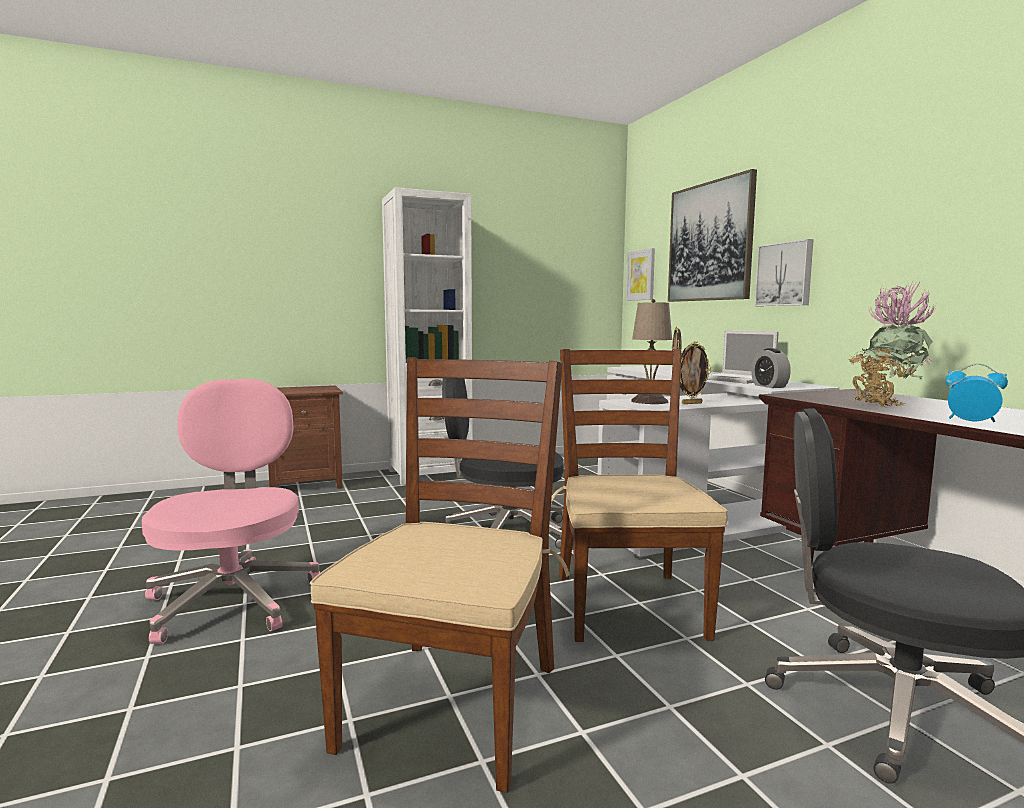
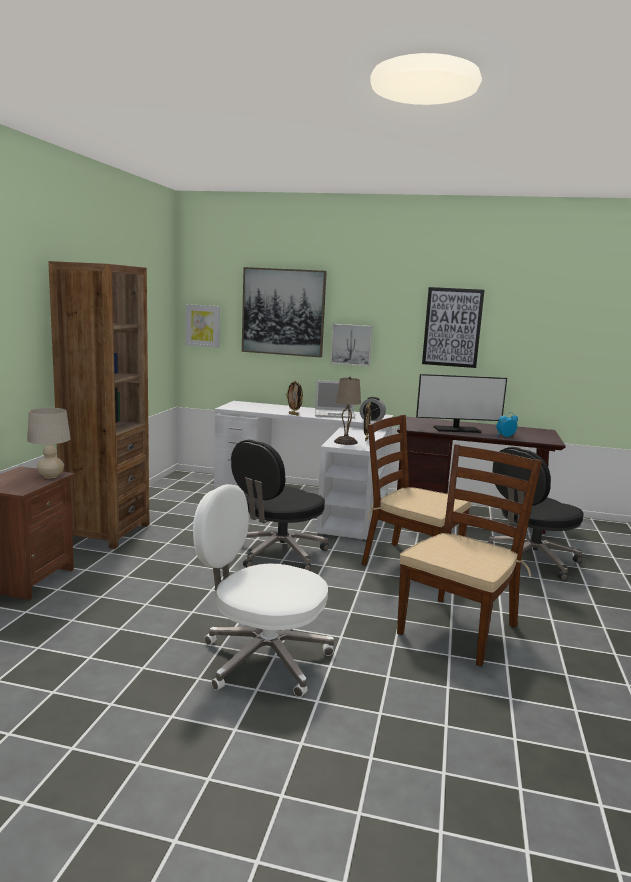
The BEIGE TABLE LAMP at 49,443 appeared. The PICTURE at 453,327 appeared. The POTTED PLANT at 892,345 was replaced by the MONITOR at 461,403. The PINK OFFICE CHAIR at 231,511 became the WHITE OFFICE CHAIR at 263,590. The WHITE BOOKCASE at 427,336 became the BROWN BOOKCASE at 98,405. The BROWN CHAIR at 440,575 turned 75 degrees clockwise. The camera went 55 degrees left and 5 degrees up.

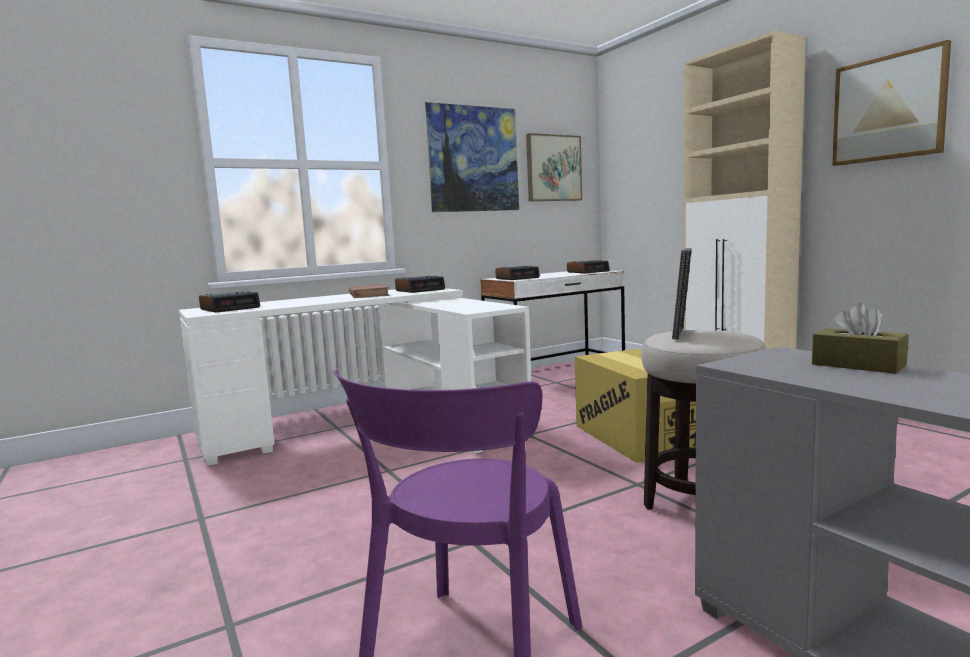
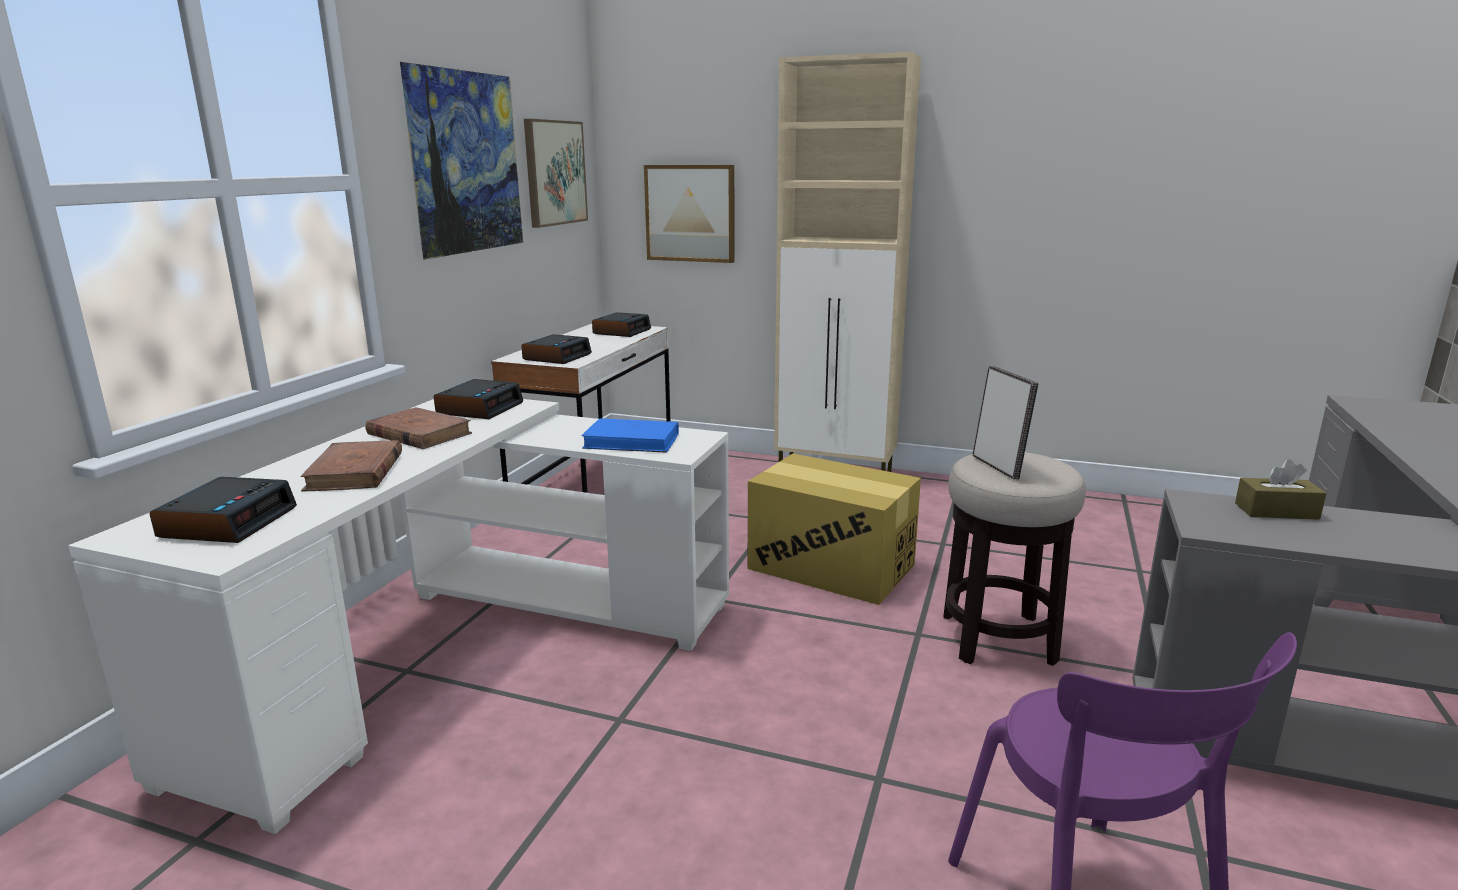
The BROWN BOOK at 351,465 appeared. The BLUE BOOK at 630,435 appeared. The PICTURE moved from 891,103 to 689,214. The camera went 40 degrees left and 10 degrees up.

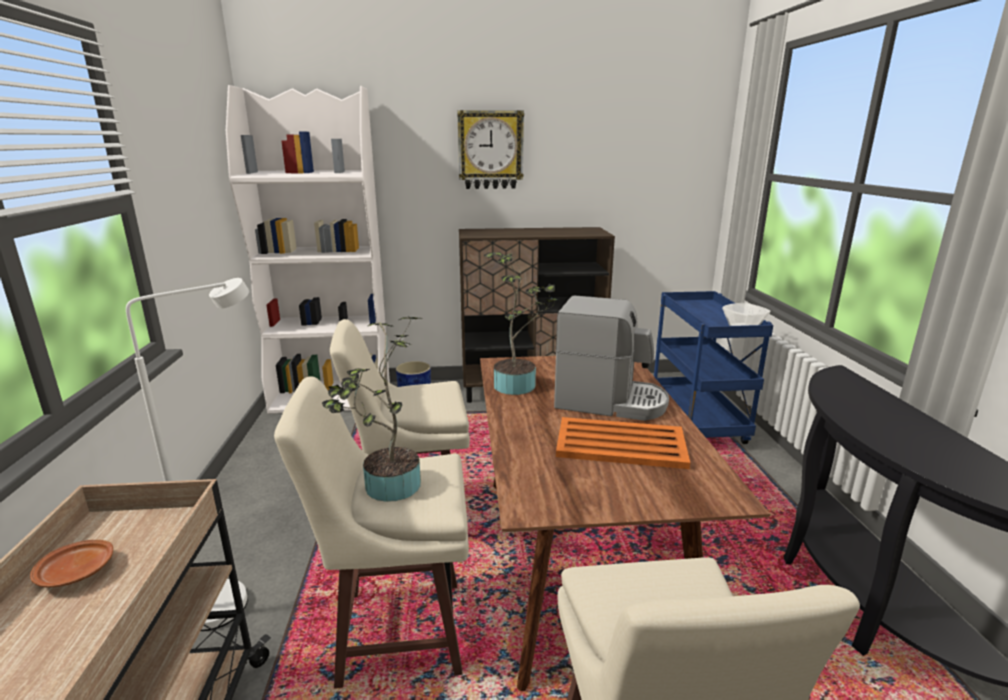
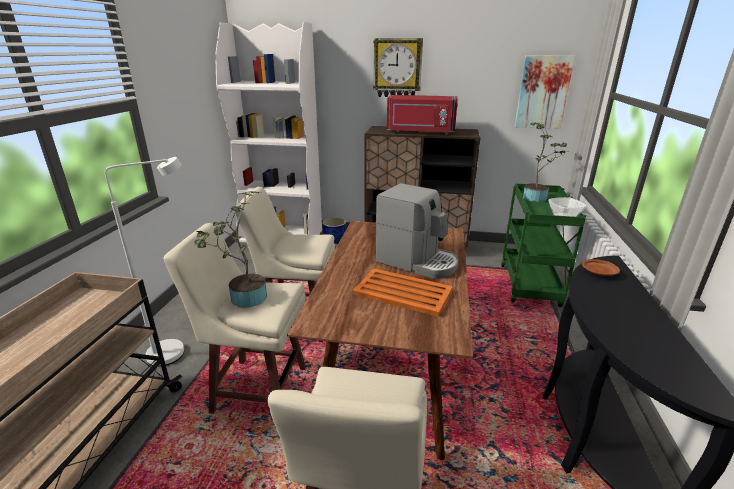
The RED MICROWAVE at 422,114 appeared. The PICTURE at 545,92 appeared. The BROWN PLATE moved from 71,563 to 601,267. The POTTED PLANT moved from 520,323 to 545,162. The BLUE CART at 713,367 became the GREEN CART at 543,245. The camera went 15 degrees right and 5 degrees up.

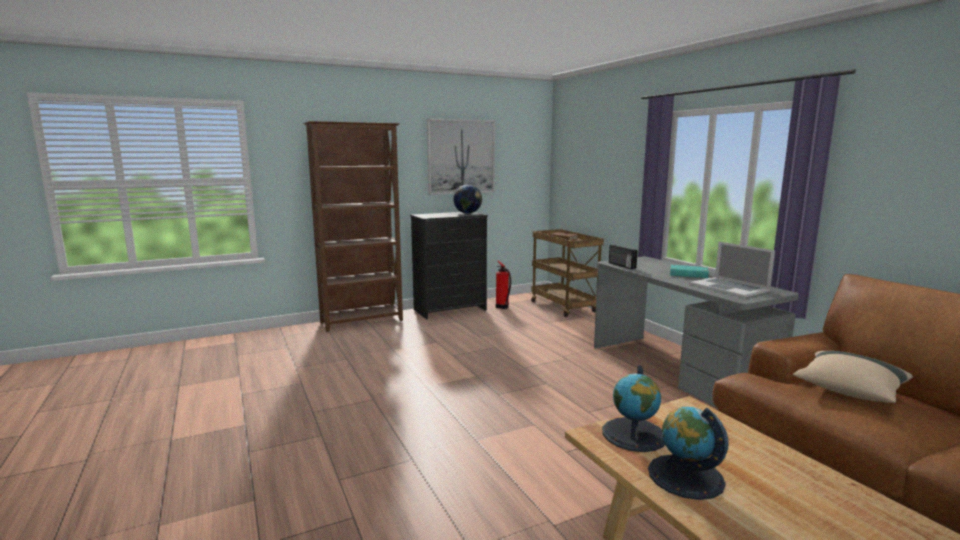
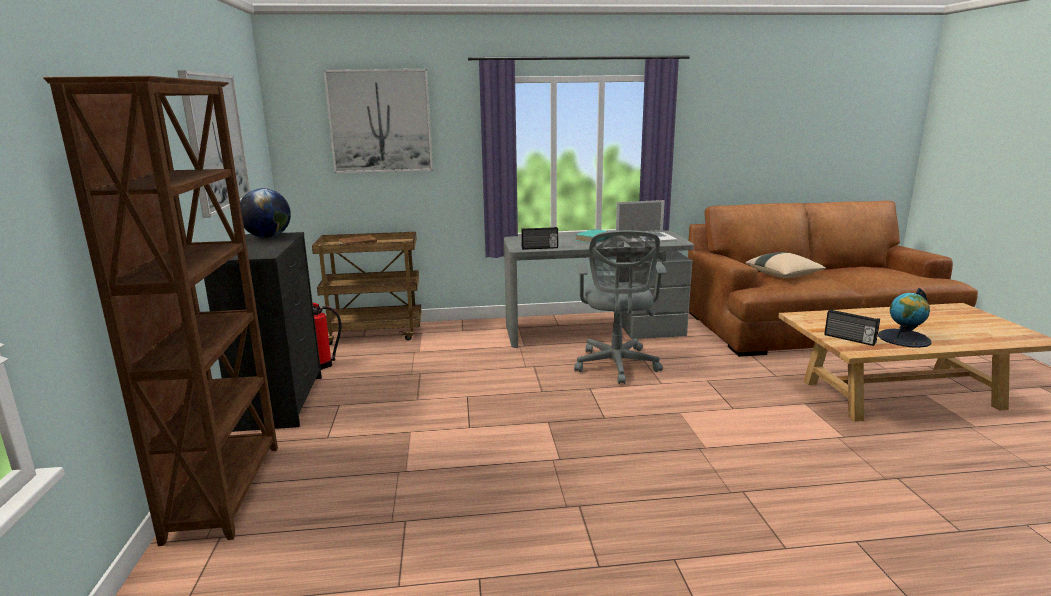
The PICTURE at 378,121 appeared. The GREY OFFICE CHAIR at 620,307 appeared. The GLOBE at 633,408 was replaced by the RADIO at 852,327. The camera went 70 degrees left and 5 degrees up.

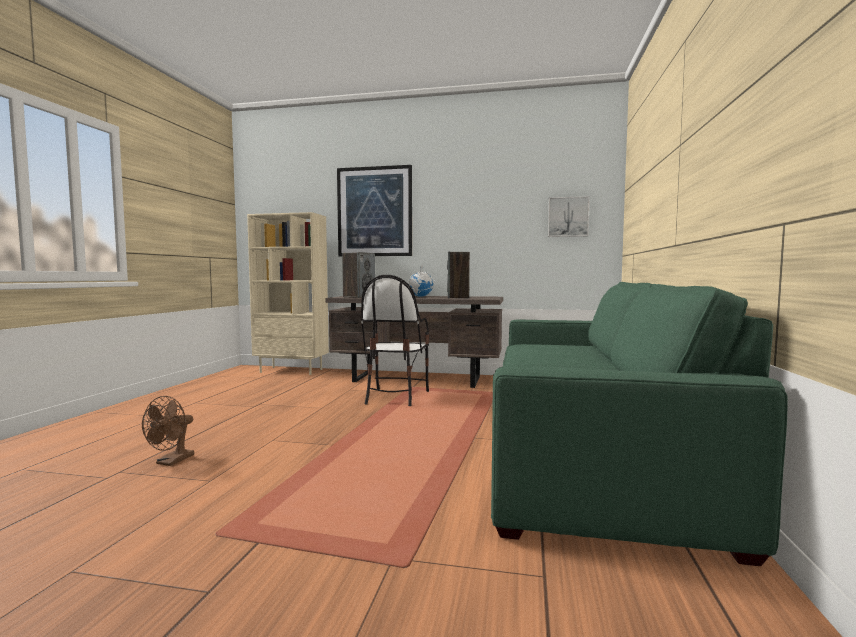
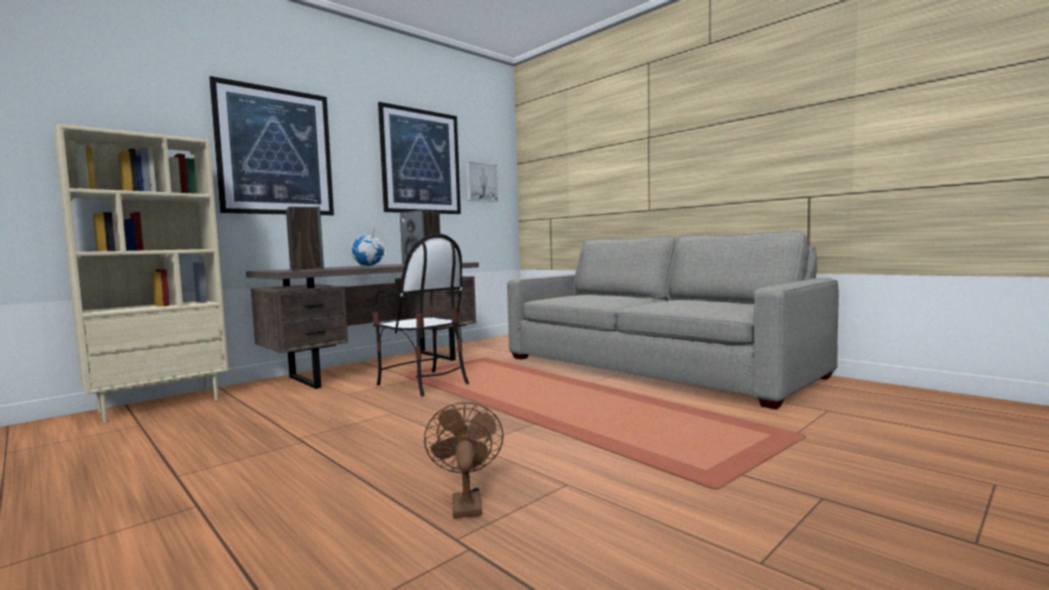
The PICTURE at 419,158 appeared. The GREEN SOFA at 639,424 became the GREY SOFA at 673,320. The BROWN FAN at 168,431 turned 150 degrees counterclockwise. The camera went 55 degrees left and 0 degrees up.

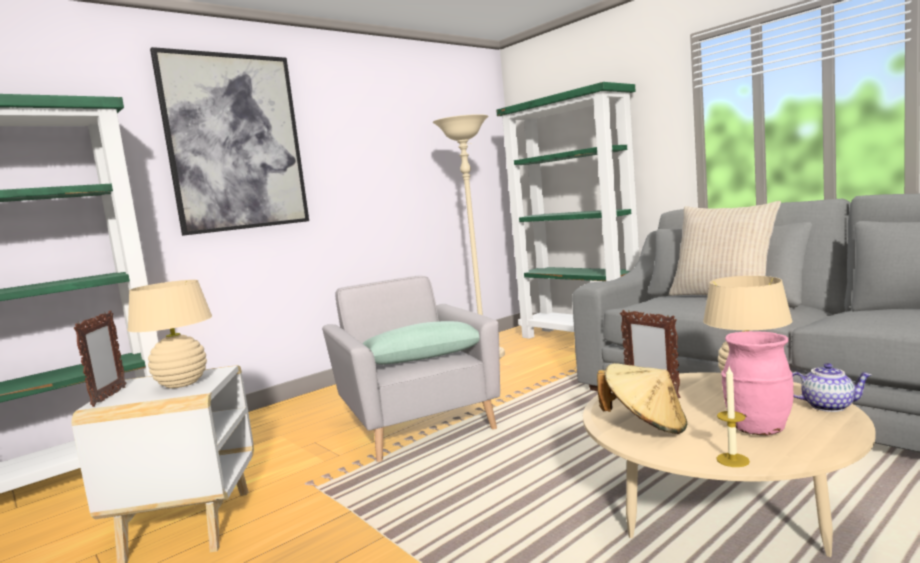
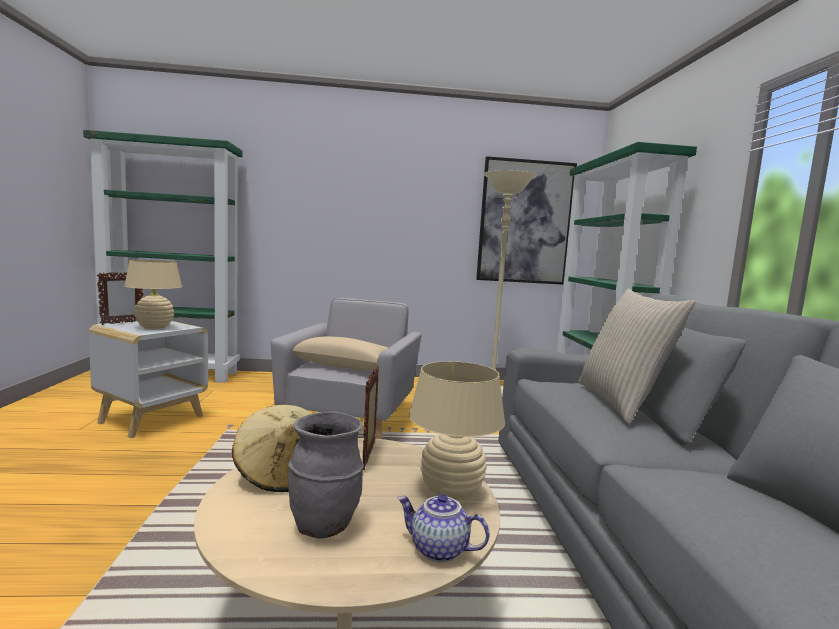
The CANDLE at 733,417 disappeared. The PICTURE moved from 229,141 to 526,220. The GREEN PILLOW at 421,342 became the BEIGE PILLOW at 340,353. The PINK VASE at 757,383 became the GREY VASE at 326,474. The TEAPOT at 832,387 turned 150 degrees clockwise. The camera went 35 degrees right and 0 degrees up.

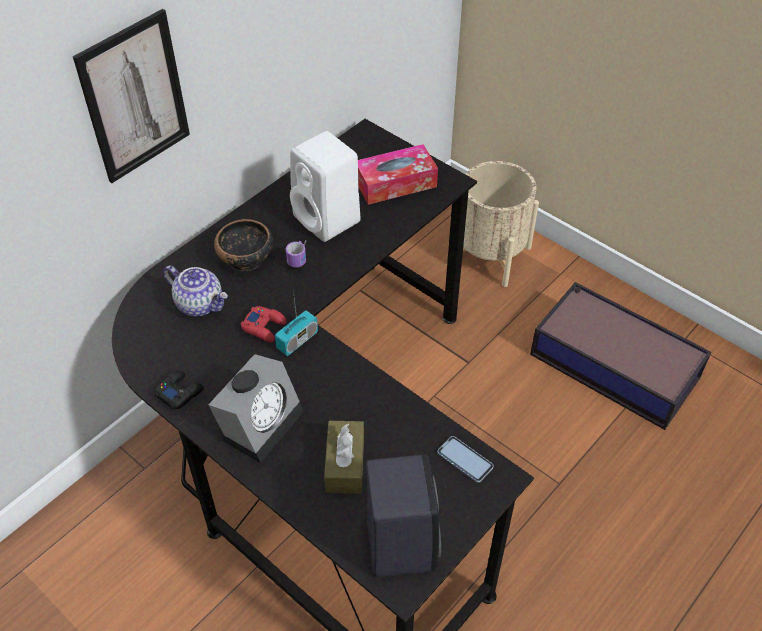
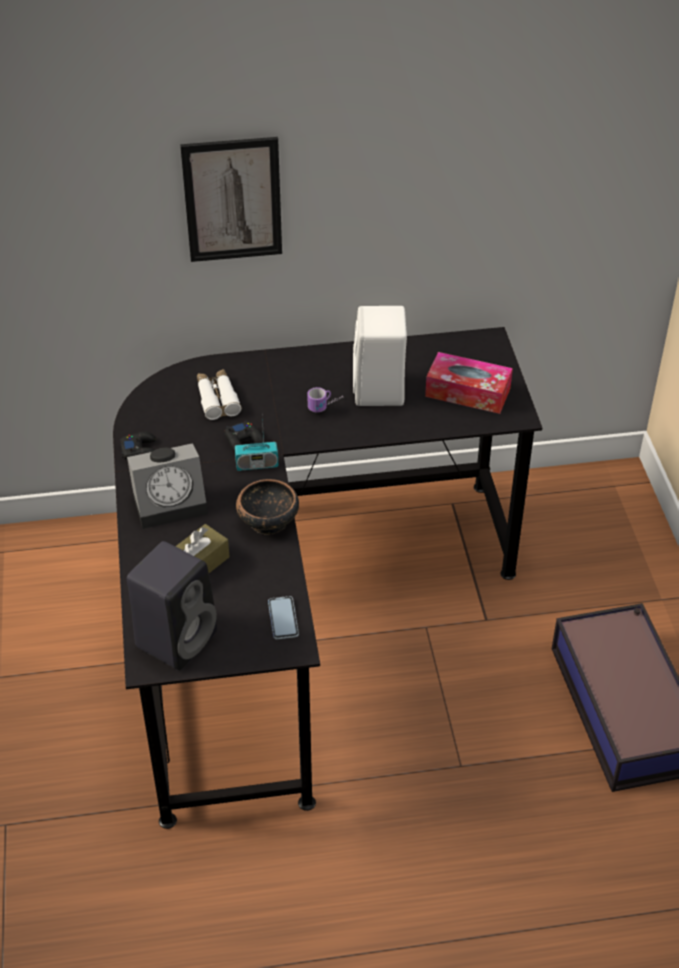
The BEIGE PLANTER at 501,224 disappeared. The BOWL moved from 243,245 to 267,507. The TEAPOT at 195,291 was replaced by the WHITE BINOCULARS at 219,394. The RED GAME CONTROLLER at 263,324 became the BLACK GAME CONTROLLER at 243,437. The camera went 40 degrees right and 5 degrees down.

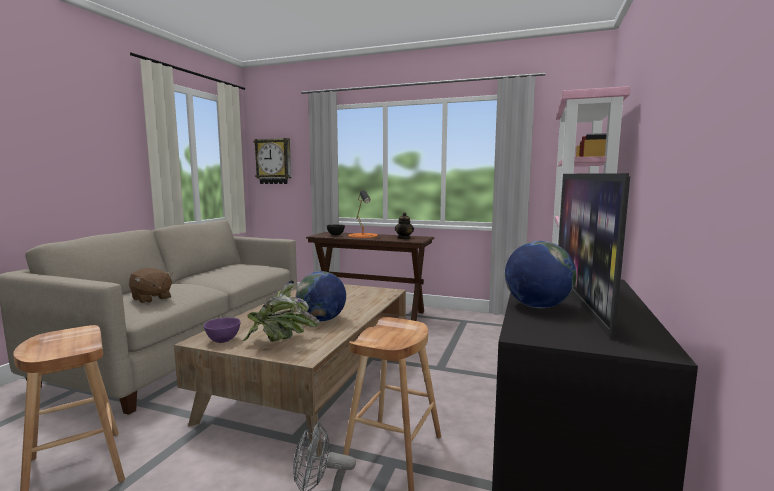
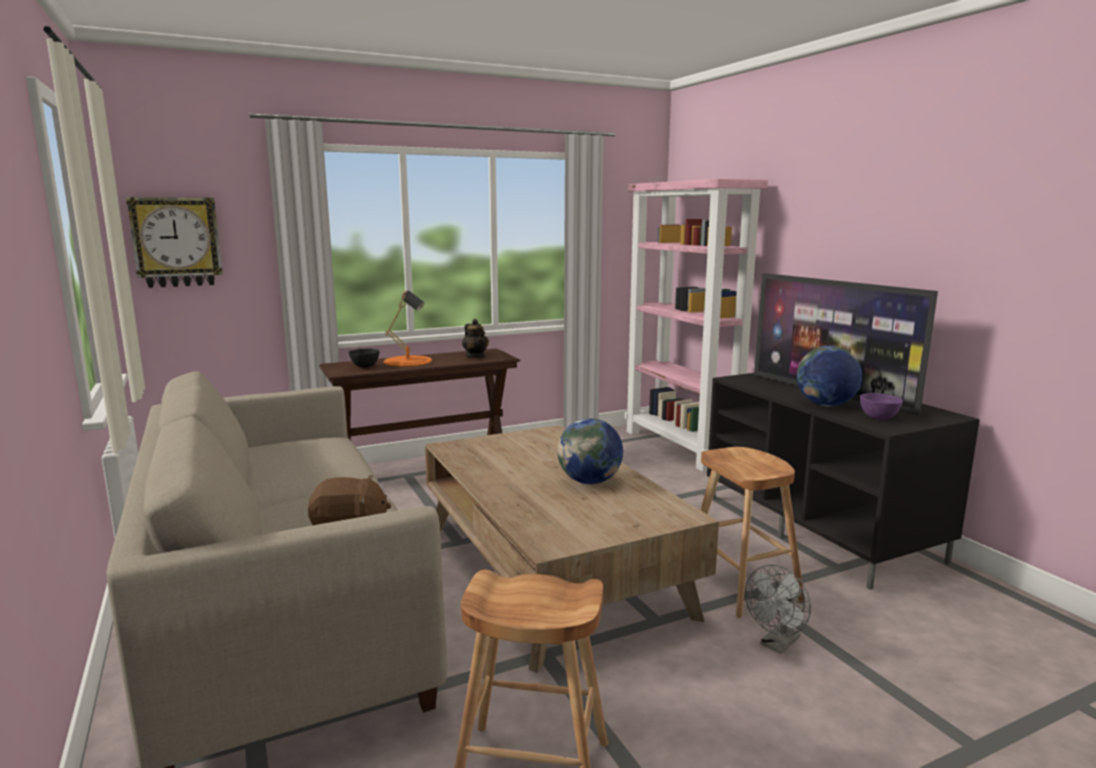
The POTTED PLANT at 281,311 disappeared. The PURPLE BOWL moved from 222,330 to 881,406. The camera went 45 degrees left and 5 degrees up.

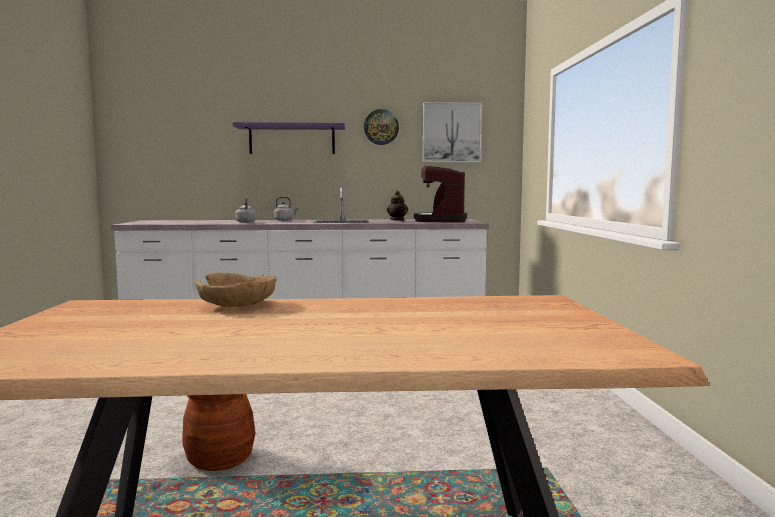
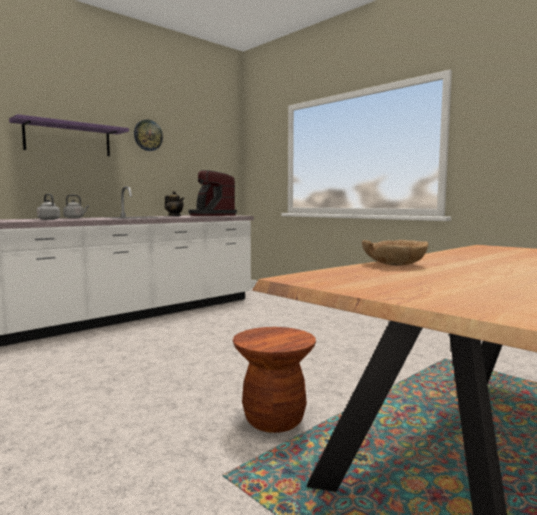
The PICTURE at 452,132 disappeared. The camera went 40 degrees left and 0 degrees up.

